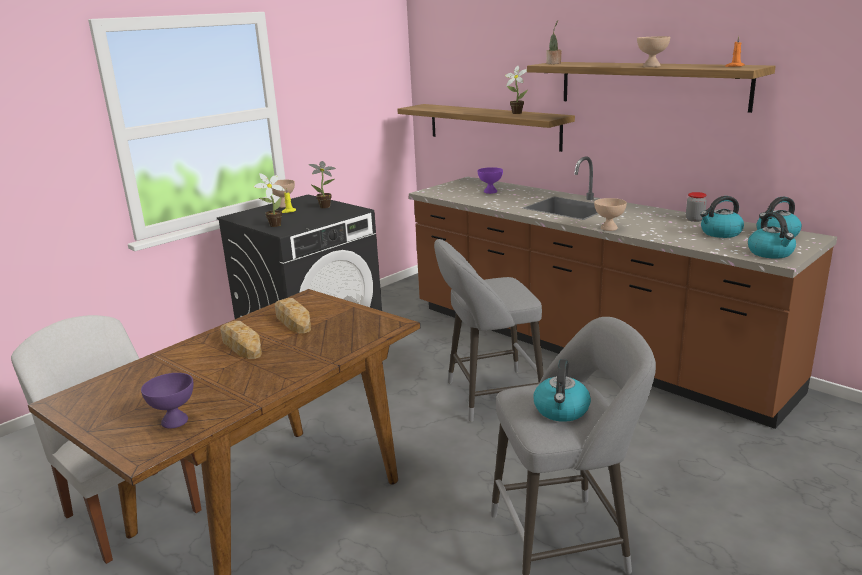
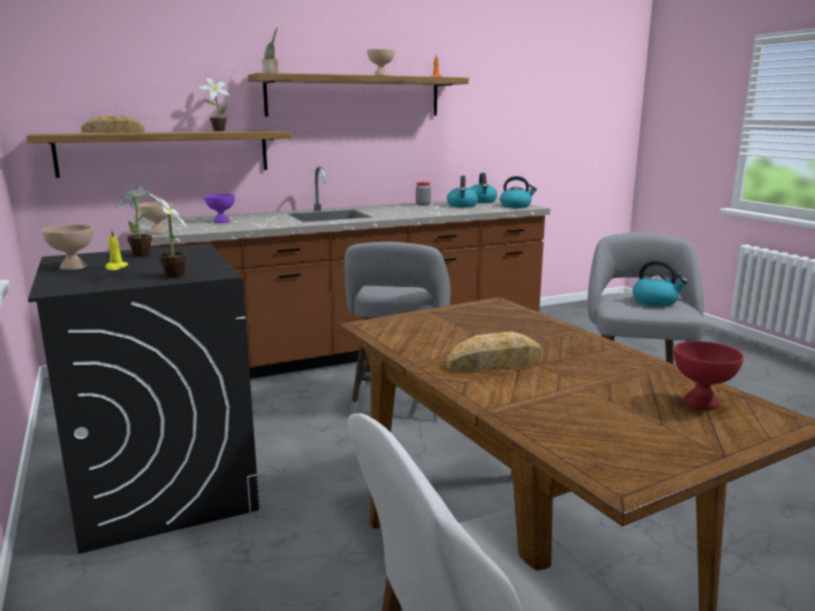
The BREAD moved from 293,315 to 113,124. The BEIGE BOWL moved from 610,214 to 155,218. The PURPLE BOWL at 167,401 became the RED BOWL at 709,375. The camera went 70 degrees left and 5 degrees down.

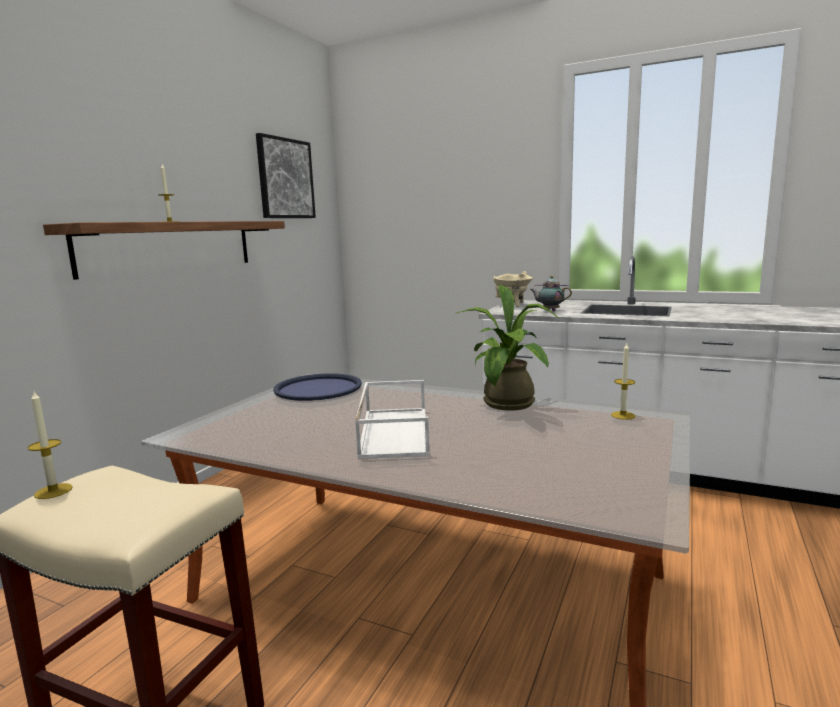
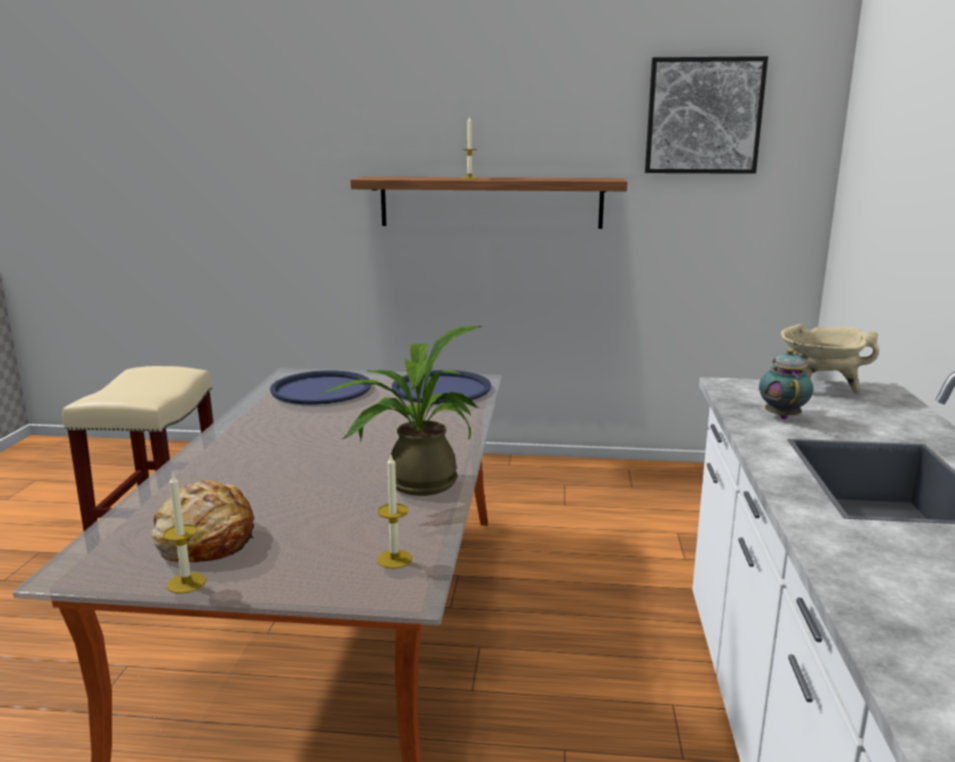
The WHITE TRAY at 392,419 disappeared. The BREAD at 203,521 appeared. The BLUE TRAY at 320,387 appeared. The CANDLE moved from 50,445 to 184,533. The camera went 70 degrees right and 5 degrees up.

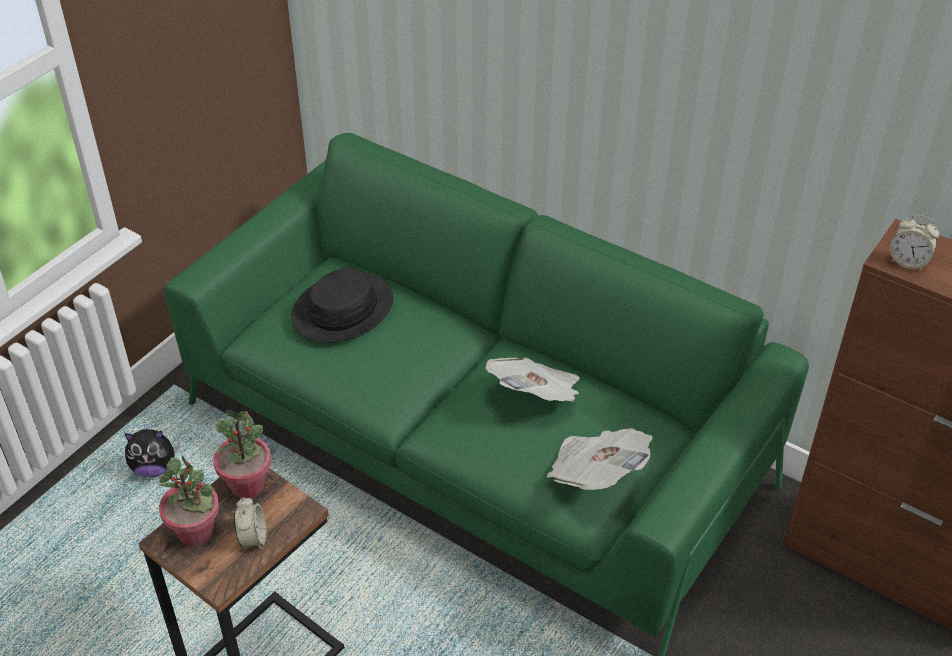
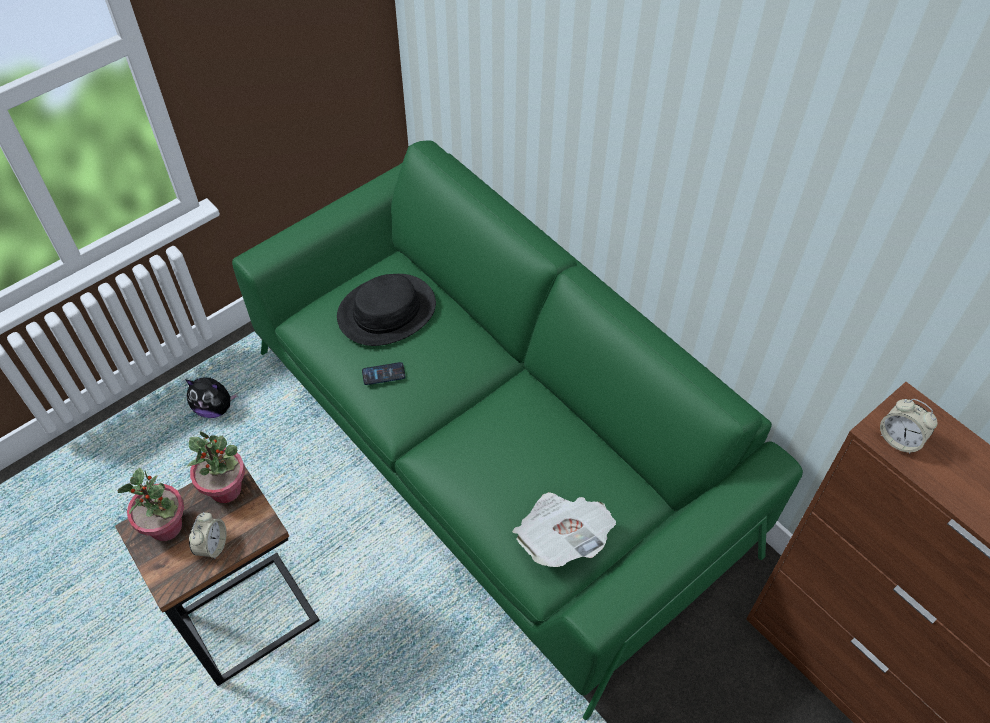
The NEWSPAPER at 532,379 disappeared. The PHONE at 383,373 appeared. The camera went 15 degrees right and 10 degrees up.

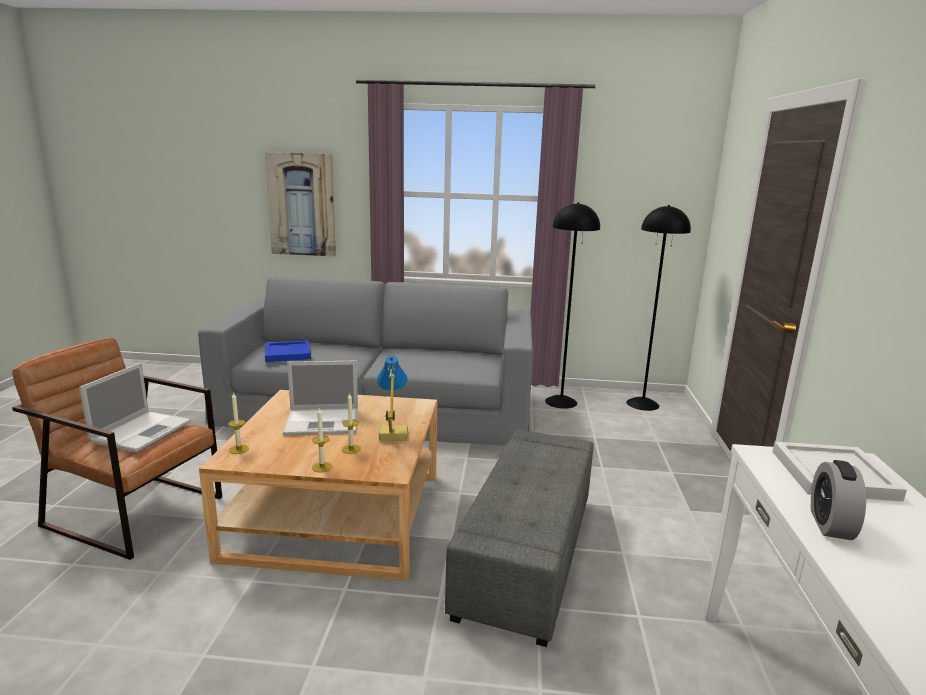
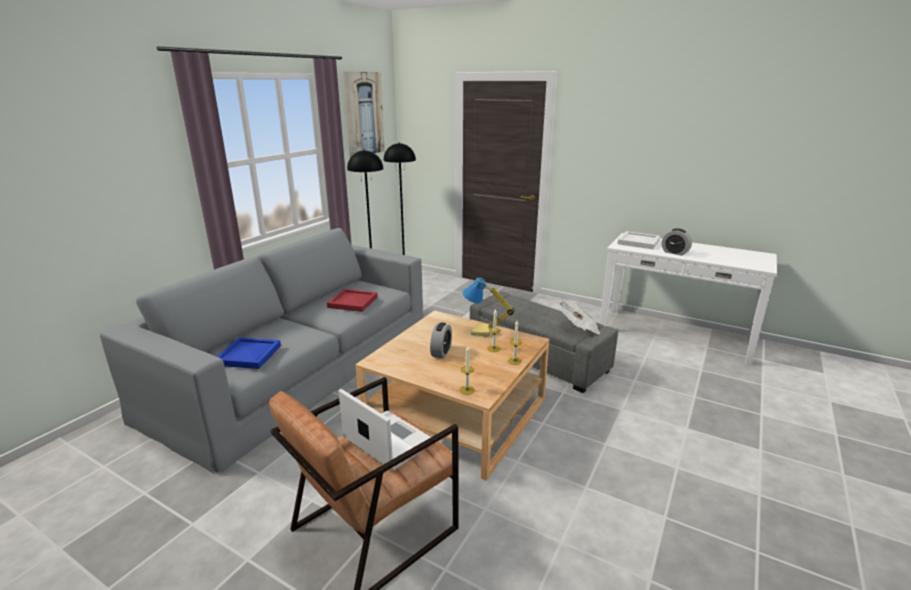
The RED TRAY at 352,300 appeared. The NEWSPAPER at 579,317 appeared. The PICTURE moved from 300,204 to 364,114. The LAPTOP at 320,398 was replaced by the ALARM CLOCK at 441,340. The camera went 65 degrees left and 5 degrees up.

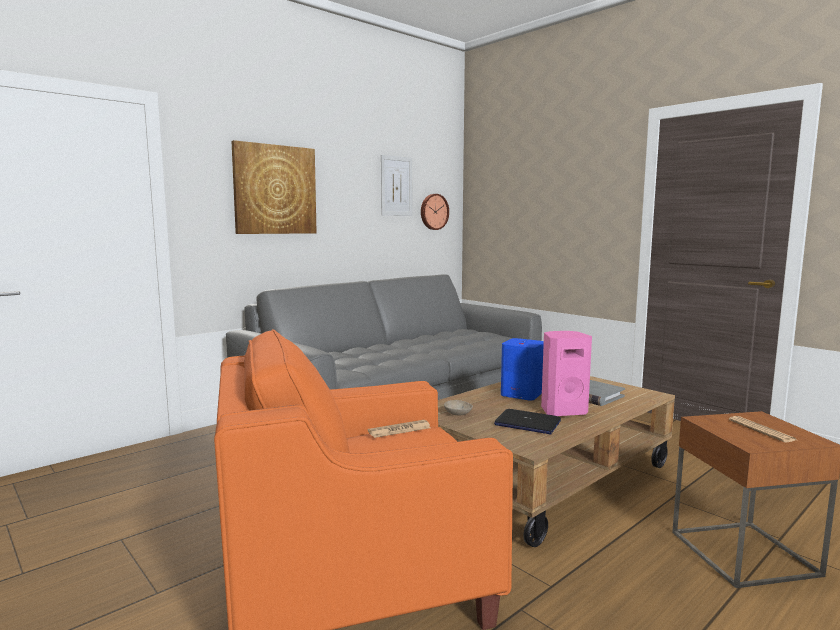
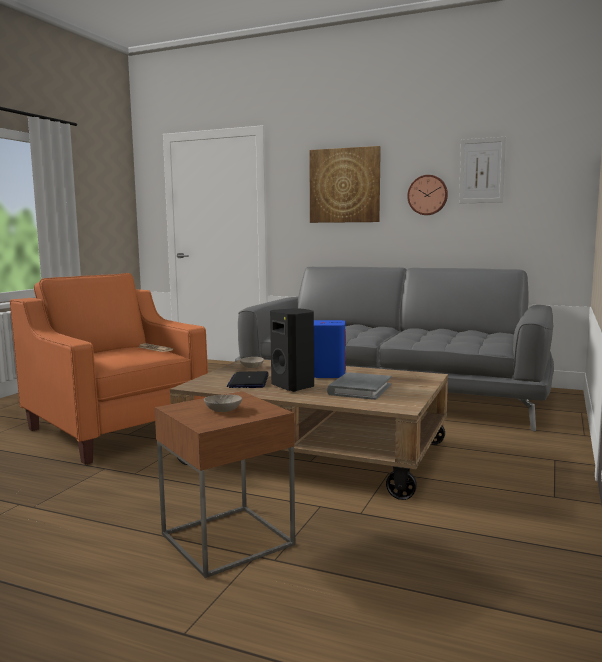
The WALL CLOCK moved from 435,212 to 427,195. The NEWSPAPER at 762,429 was replaced by the BEIGE BOWL at 223,403. The PINK SPEAKER at 566,373 became the BLACK SPEAKER at 292,350. The camera went 65 degrees right and 0 degrees up.

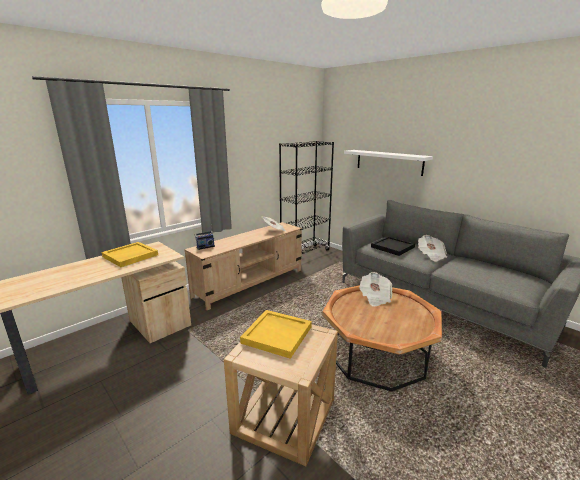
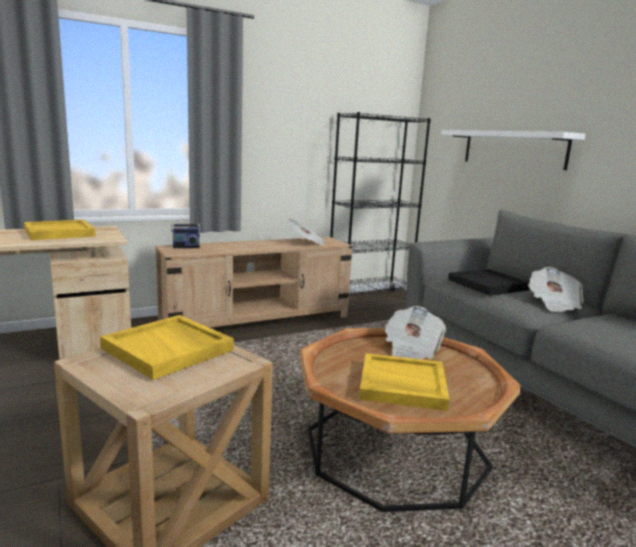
The YELLOW TRAY at 404,382 appeared. The camera went 15 degrees right and 5 degrees down.

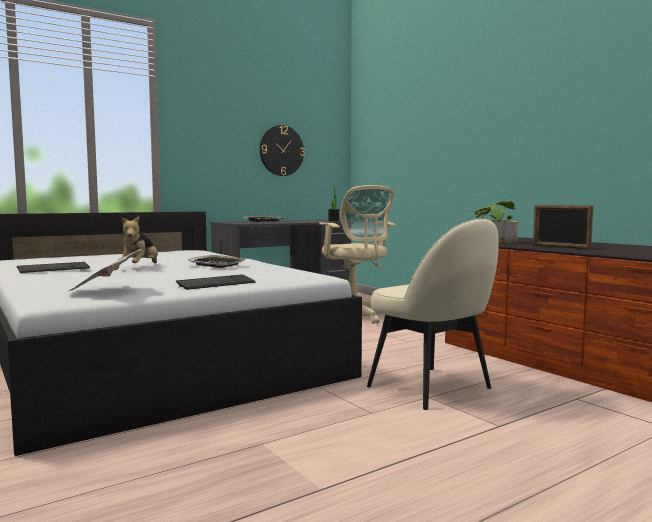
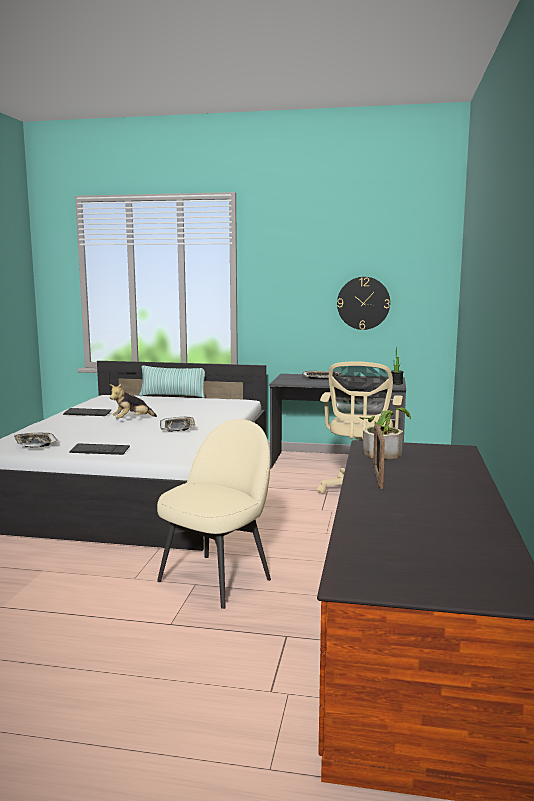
The PILLOW at 172,382 appeared. The NEWSPAPER at 105,270 was replaced by the TRAY at 36,440. The BEIGE CHAIR at 433,314 turned 150 degrees counterclockwise. The camera went 45 degrees right and 5 degrees up.

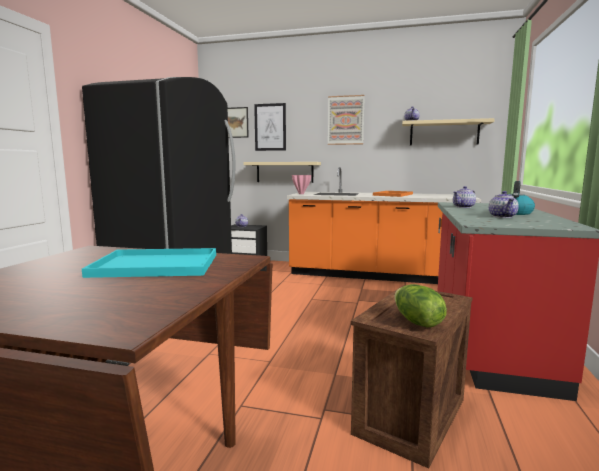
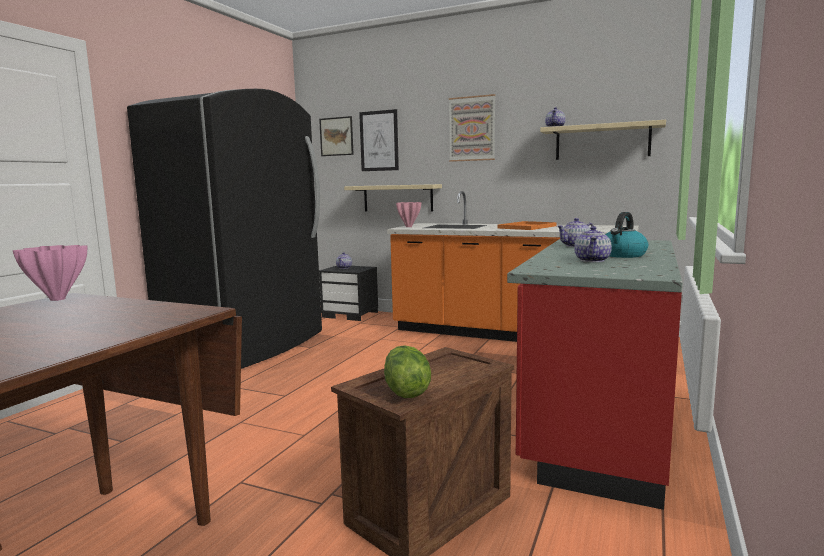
The TURQUOISE TRAY at 149,263 disappeared. The PINK VASE at 49,273 appeared. The camera went 10 degrees right and 0 degrees up.

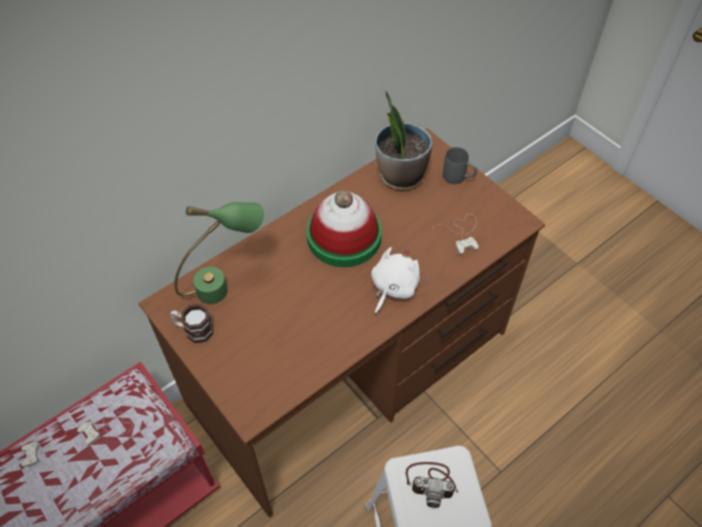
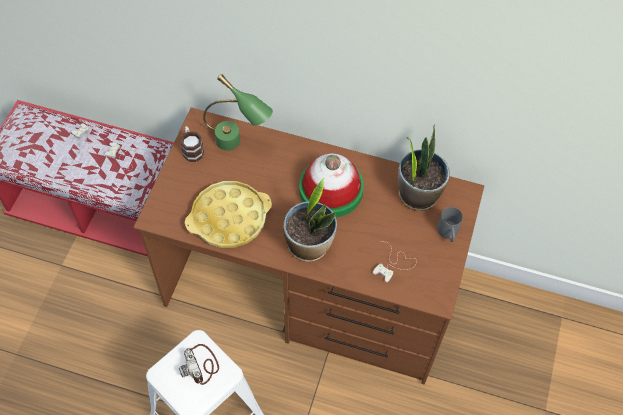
The YELLOW TRAY at 228,214 appeared. The WHITE PLUSH TOY at 395,280 was replaced by the POTTED PLANT at 310,220. The camera went 55 degrees right and 5 degrees up.

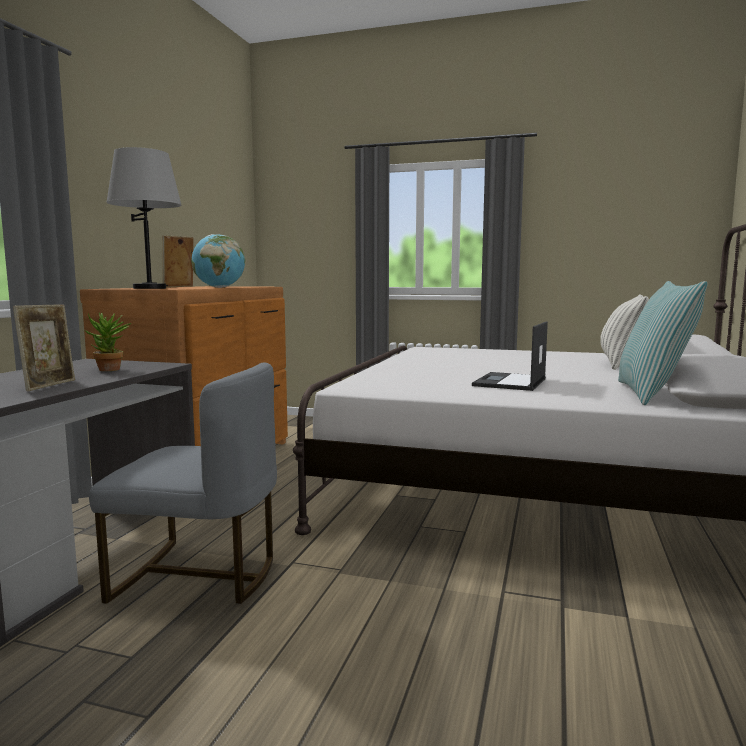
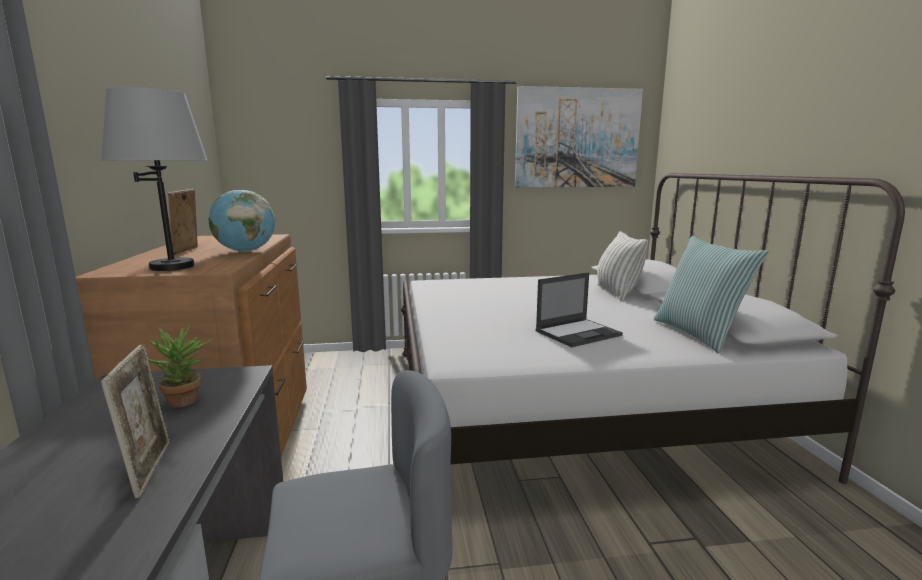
The PICTURE at 579,136 appeared. The LAPTOP at 510,356 turned 120 degrees counterclockwise. The camera went 25 degrees left and 5 degrees up.

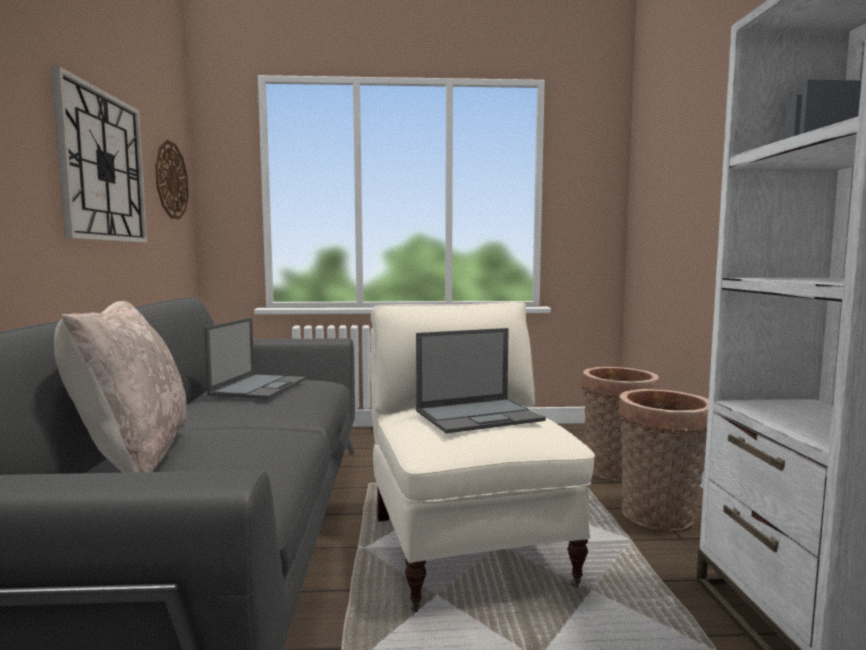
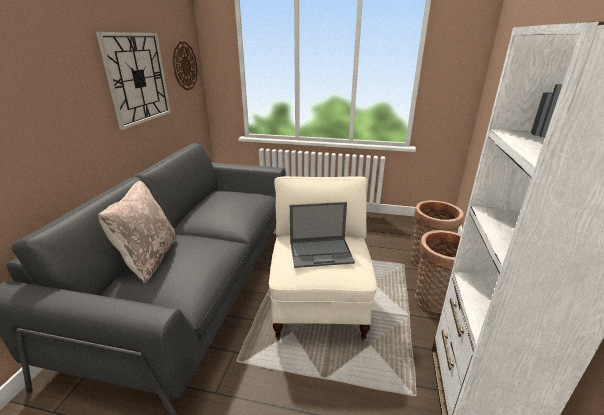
The LAPTOP at 255,358 disappeared. The camera went 15 degrees right and 20 degrees up.

